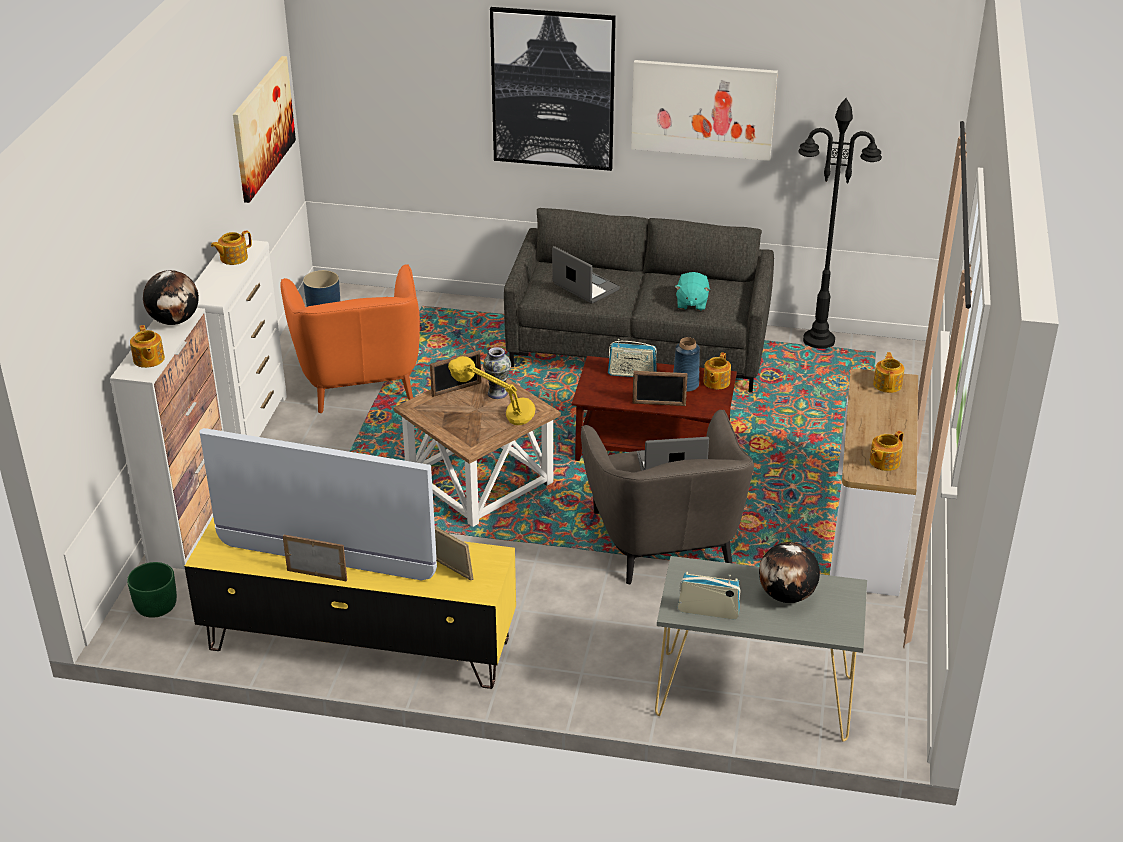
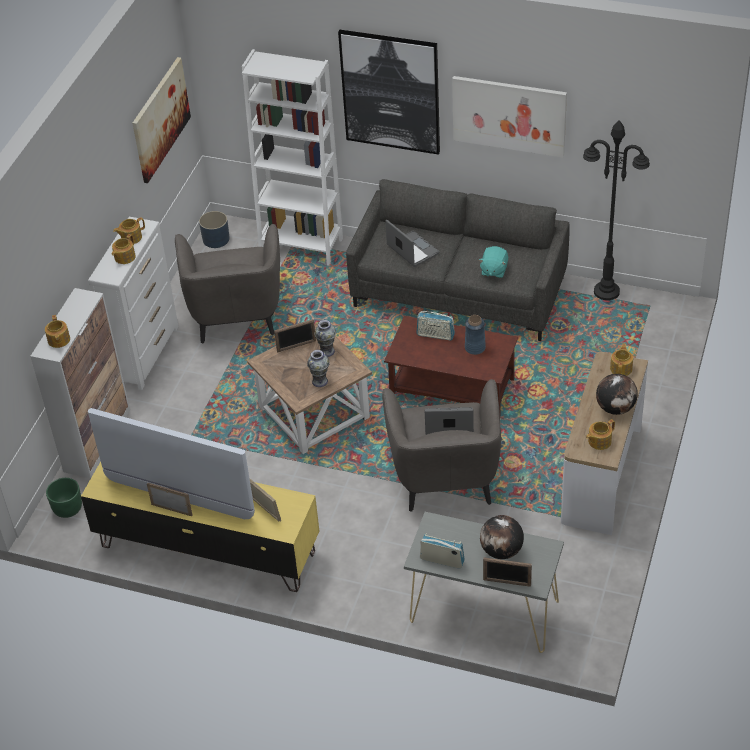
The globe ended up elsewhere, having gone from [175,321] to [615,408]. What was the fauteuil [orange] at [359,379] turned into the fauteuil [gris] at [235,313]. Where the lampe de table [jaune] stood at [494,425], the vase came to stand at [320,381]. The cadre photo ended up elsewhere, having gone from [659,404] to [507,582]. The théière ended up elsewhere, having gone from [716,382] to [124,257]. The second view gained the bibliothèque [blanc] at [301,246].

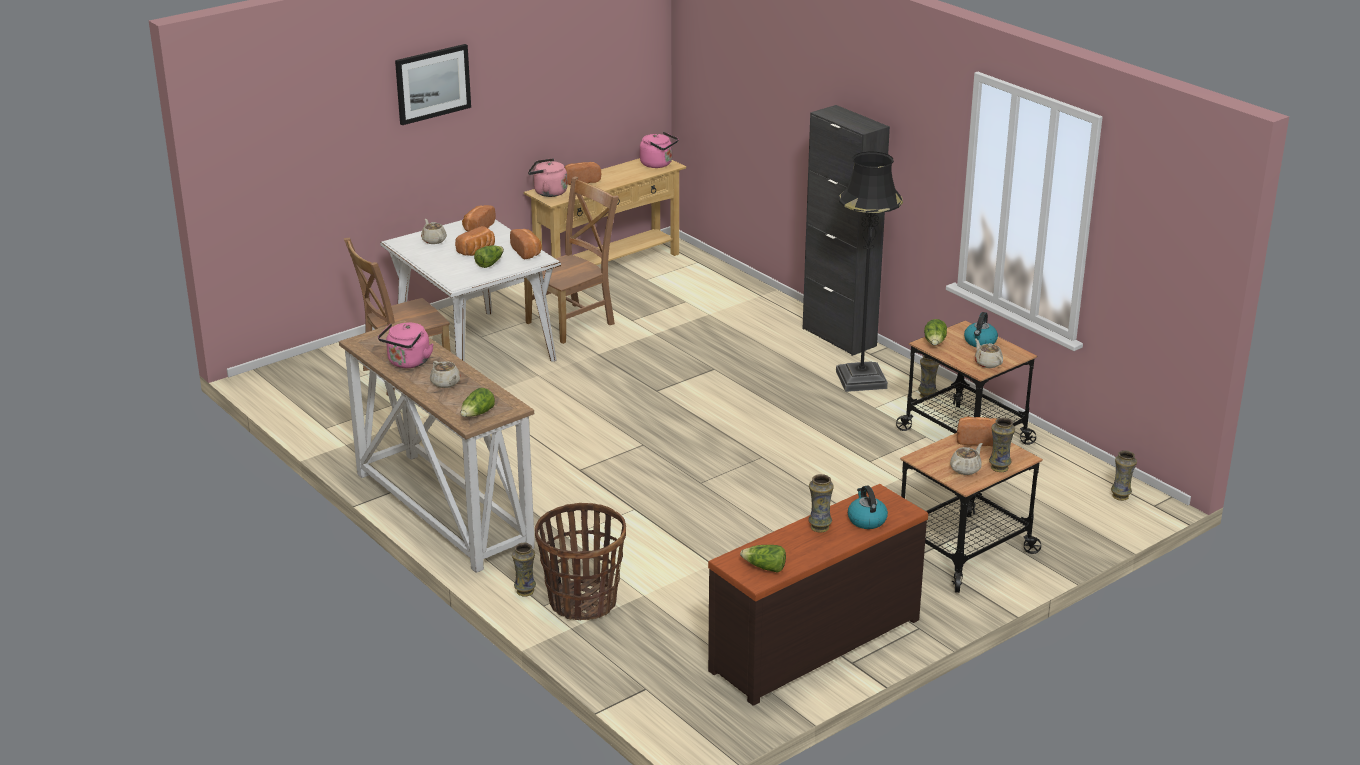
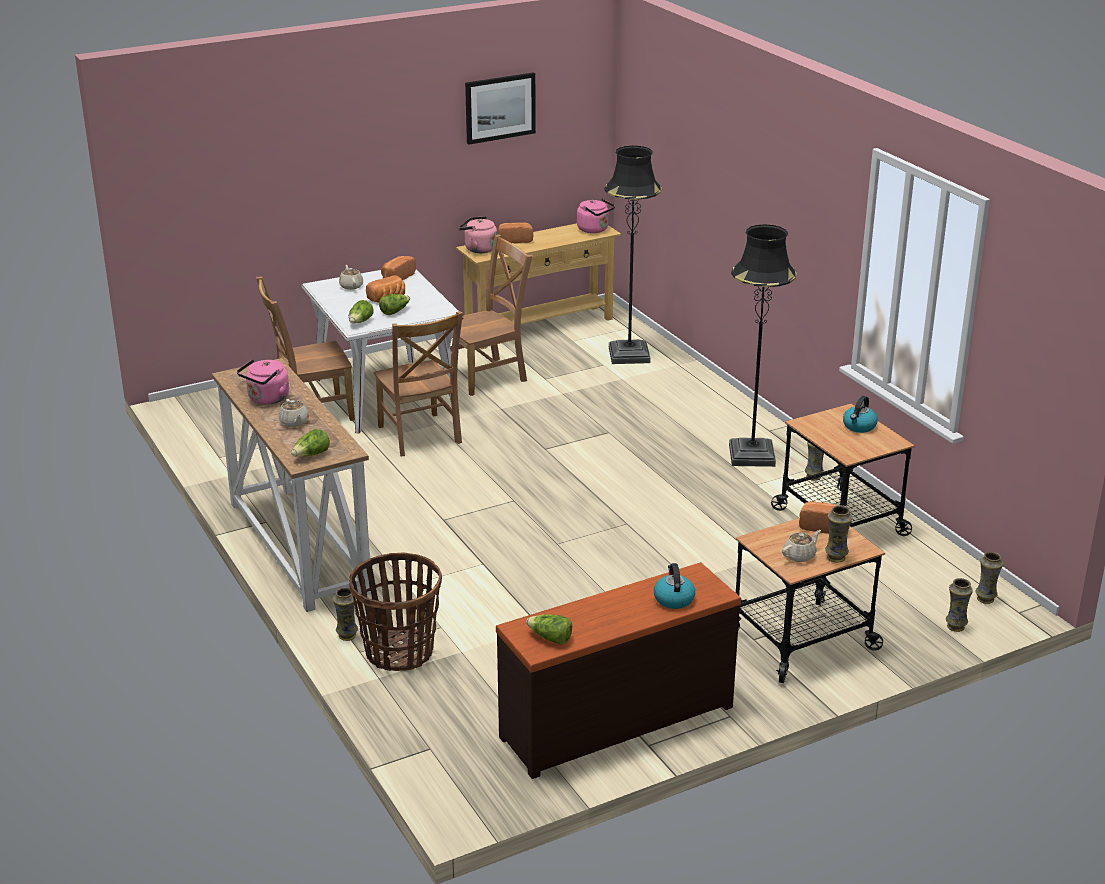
The tableau ended up elsewhere, having gone from [432,83] to [500,107]. The second view lost the pain at [527,252]. The second view lost the meuble de rangement [noir] at [839,337]. The vase ended up elsewhere, having gone from [819,527] to [955,626]. The laitue ended up elsewhere, having gone from [935,343] to [360,322]. The second view lost the théière [beige] at [987,363]. The second view gained the chaise [marron] at [420,436]. The second view gained the lampadaire [noir] at [629,355].

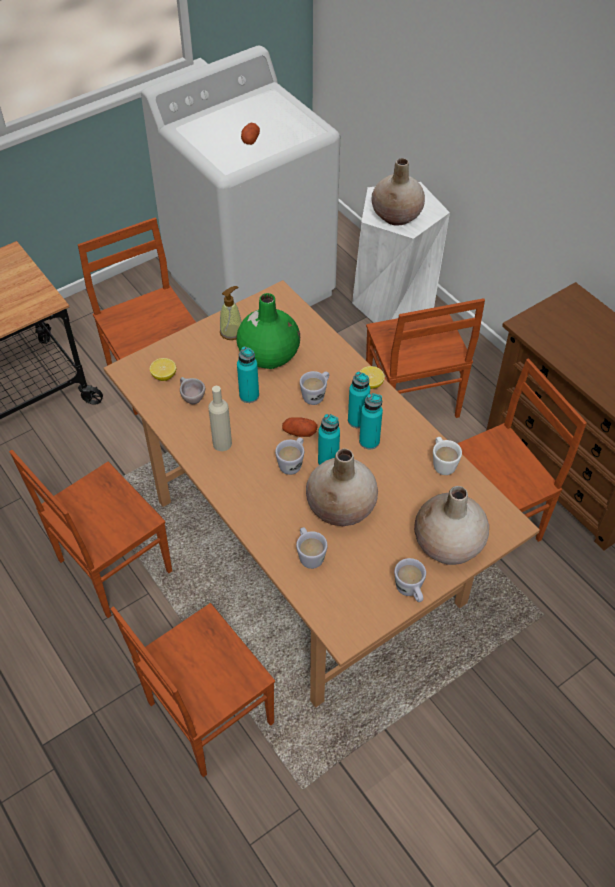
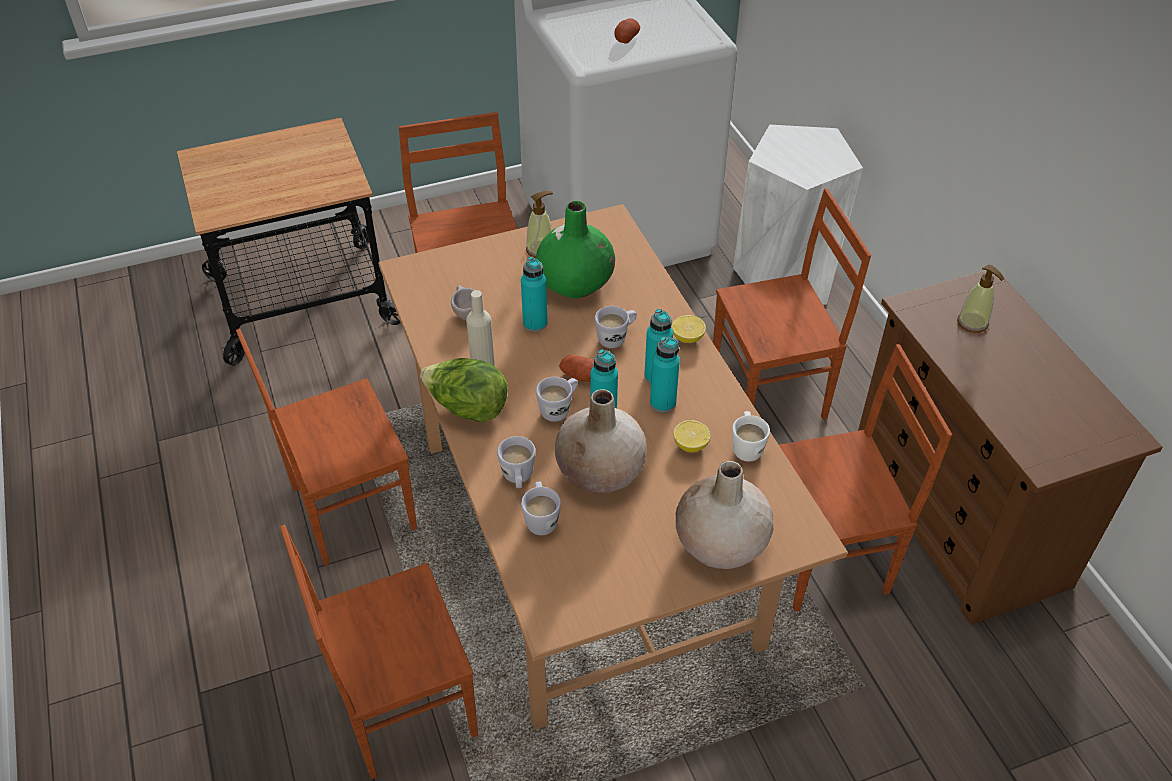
The citron ended up elsewhere, having gone from [164,376] to [690,445]. The chaise [marron] at [410,401] ended up facing another way, 105 degrees counterclockwise from before. The second view lost the vase [beige] at [397,216]. The mug [blanc] ended up elsewhere, having gone from [410,591] to [518,479]. The second view gained the laitue at [467,408]. The second view gained the distributeur de savon at [972,323].

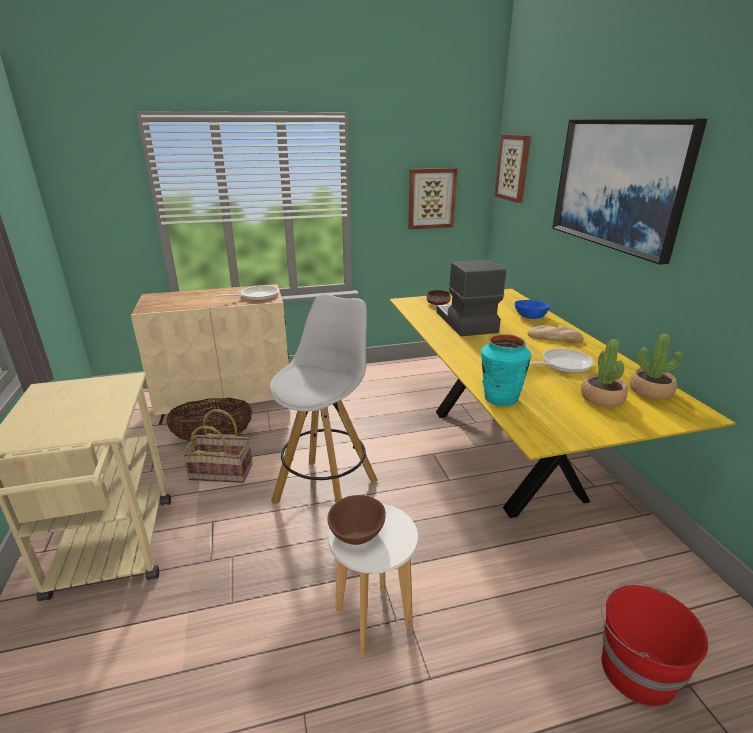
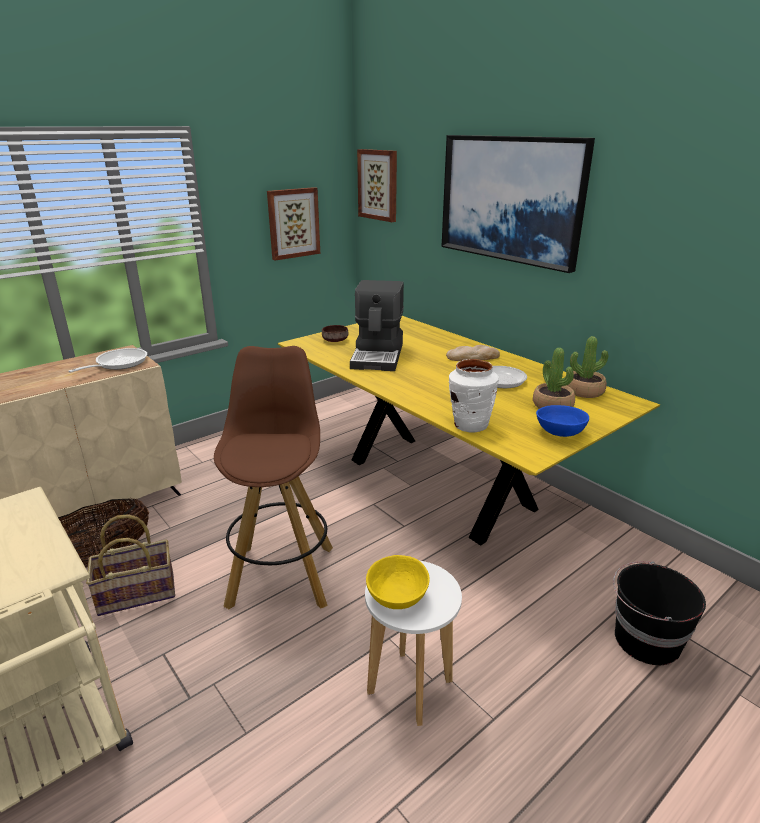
What was the tabouret [blanc] at [327,490] turned into the tabouret [marron] at [282,574]. What was the bol [marron] at [357,532] turned into the bol [jaune] at [397,596]. The machine à café at [465,322] ended up facing another way, 135 degrees counterclockwise from before. What was the vase [turquoise] at [500,398] turned into the vase [blanc] at [470,425]. The bol [bleu] ended up elsewhere, having gone from [530,317] to [561,433]. What was the seau [rouge] at [635,670] turned into the seau [noir] at [644,640].

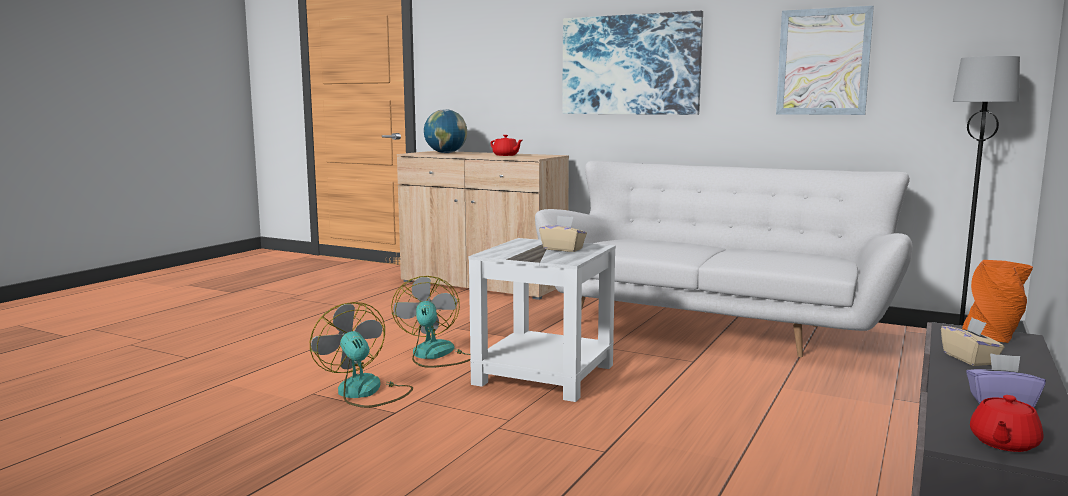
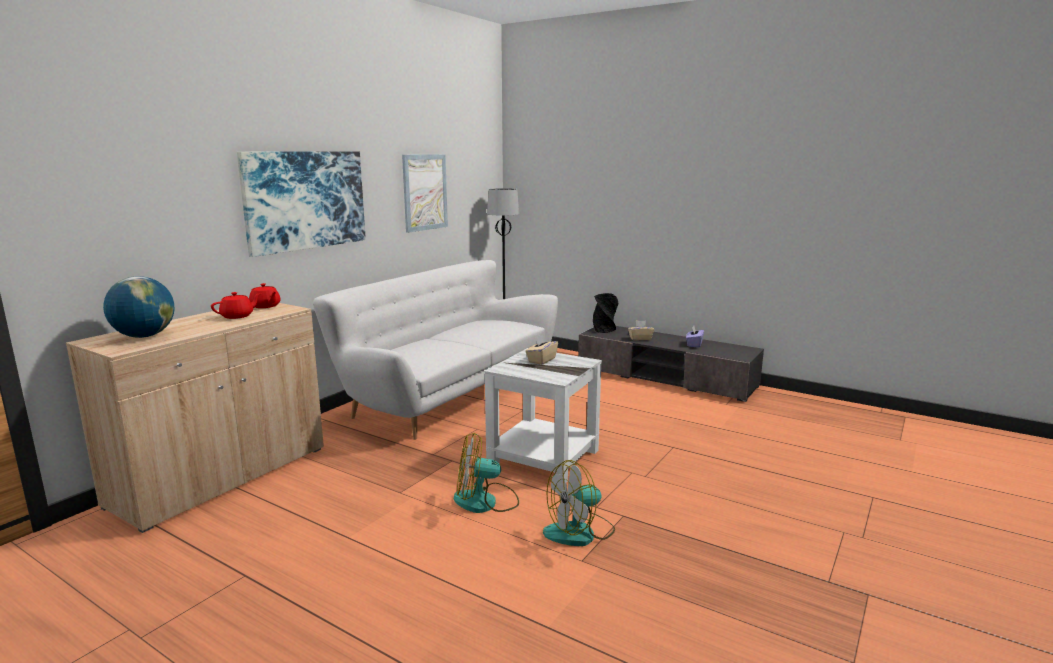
What was the vase [orange] at [993,336] turned into the vase [noir] at [604,329]. The théière [rouge] ended up elsewhere, having gone from [1003,443] to [265,306].

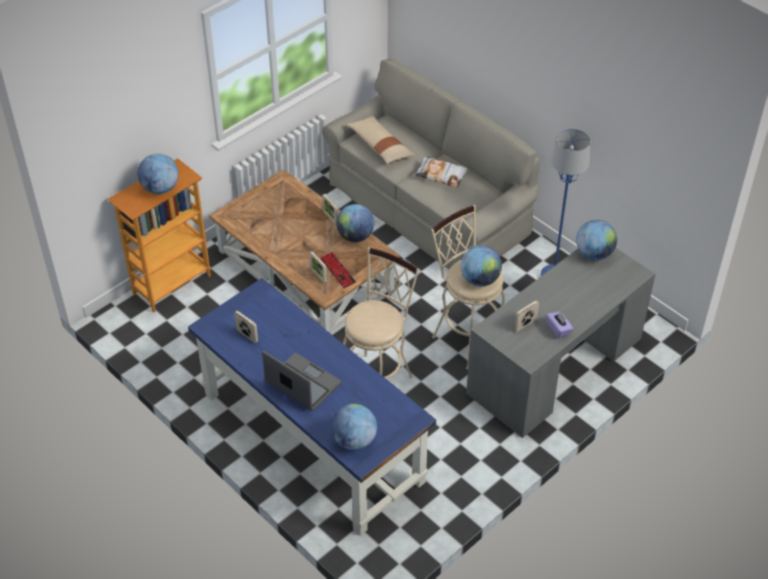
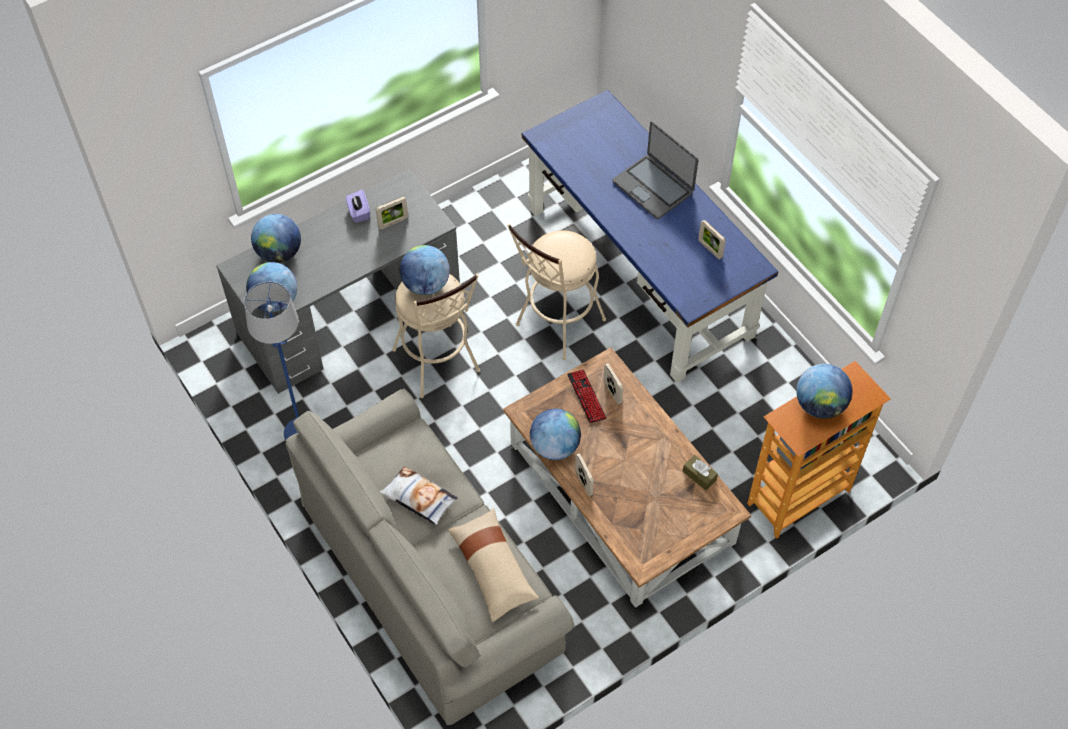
The globe ended up elsewhere, having gone from [354,440] to [279,253]. The second view gained the boîte à mouchoirs [marron] at [699,475].

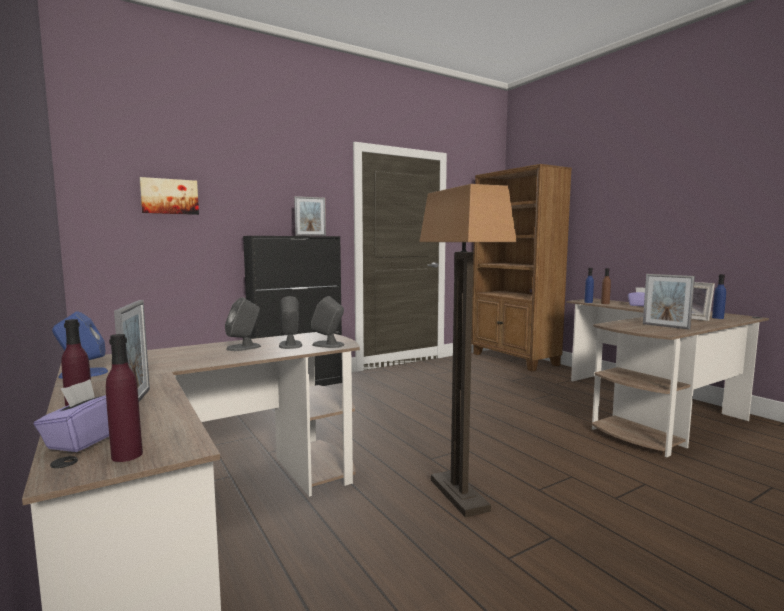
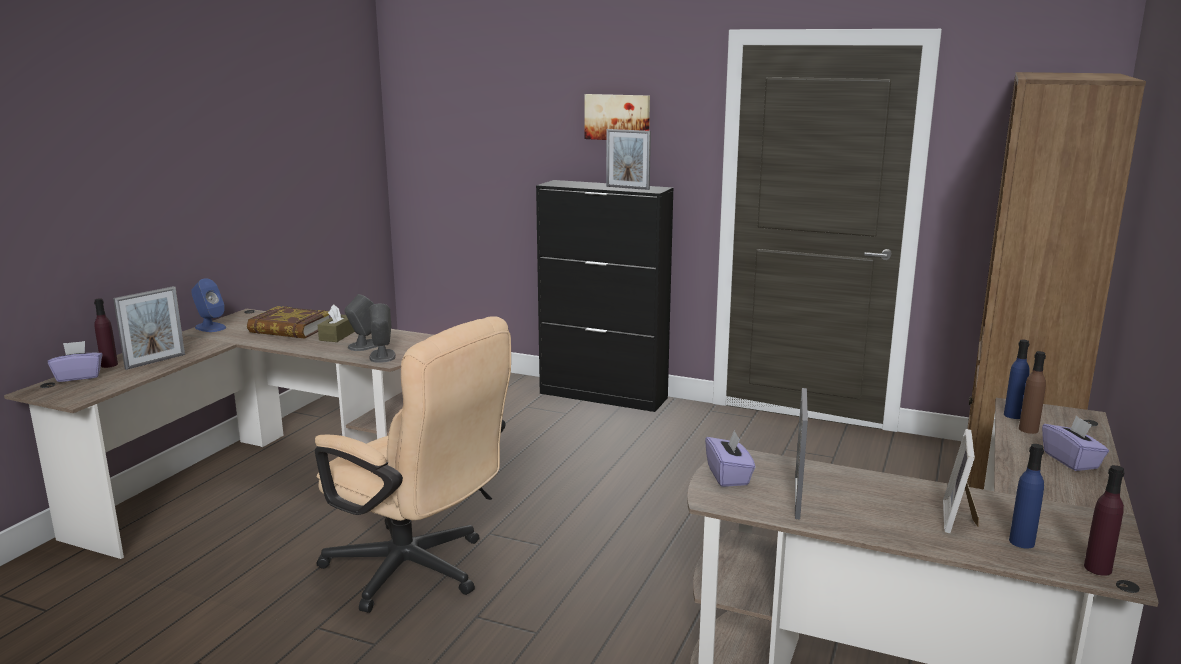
The bouteille [violet] ended up elsewhere, having gone from [127,455] to [1097,568]. The tableau ended up elsewhere, having gone from [169,196] to [617,117]. Where the enceinte [gris] stood at [244,347], the boîte à mouchoirs [marron] came to stand at [337,335]. Where the lampadaire stood at [459,495], the chaise de bureau [beige] came to stand at [418,572]. The second view gained the livre at [290,329]. The second view gained the boîte à mouchoirs [violet] at [729,476].

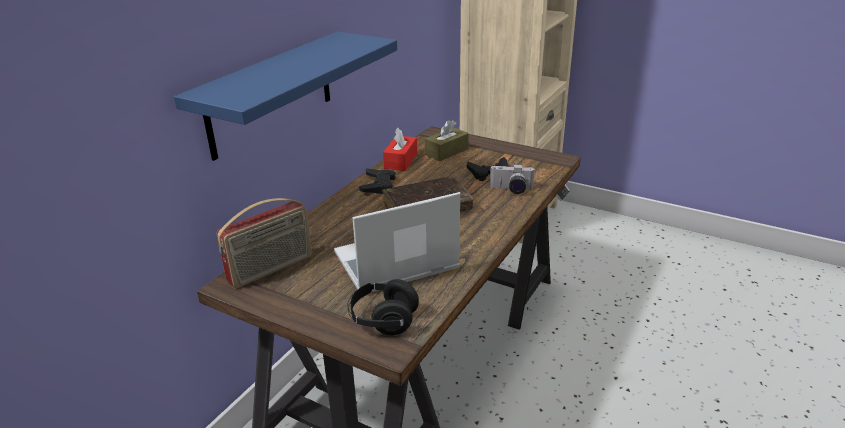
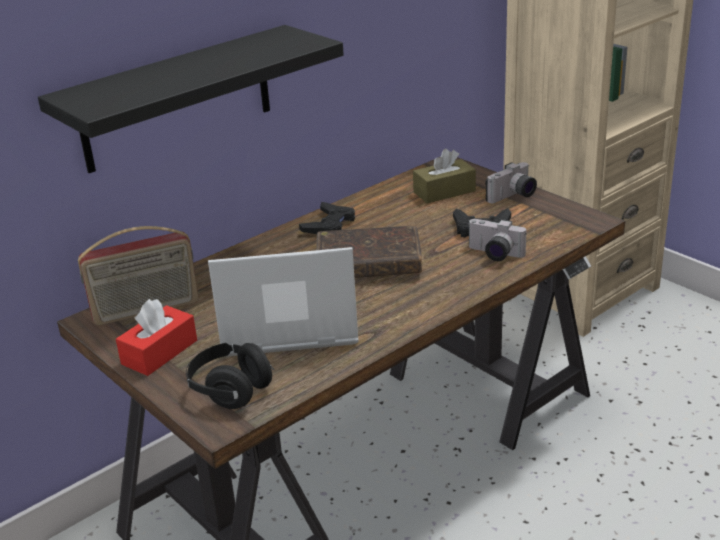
What was the étagère [bleu] at [271,94] turned into the étagère [noir] at [177,99]. The boîte à mouchoirs [rouge] ended up elsewhere, having gone from [400,161] to [159,352]. The second view gained the appareil photo at [513,196].

